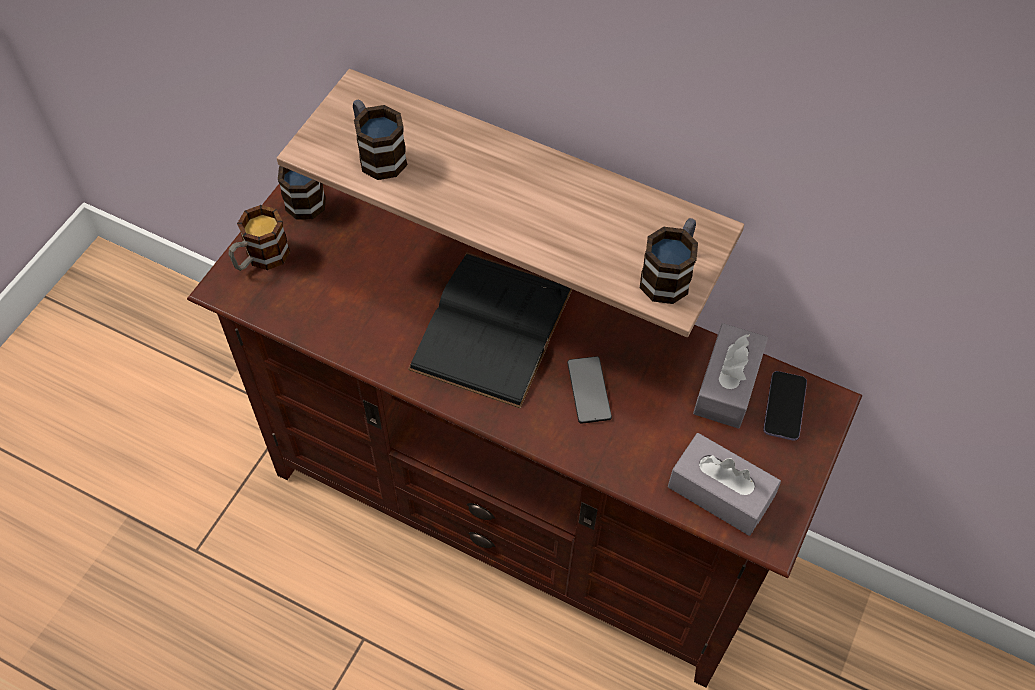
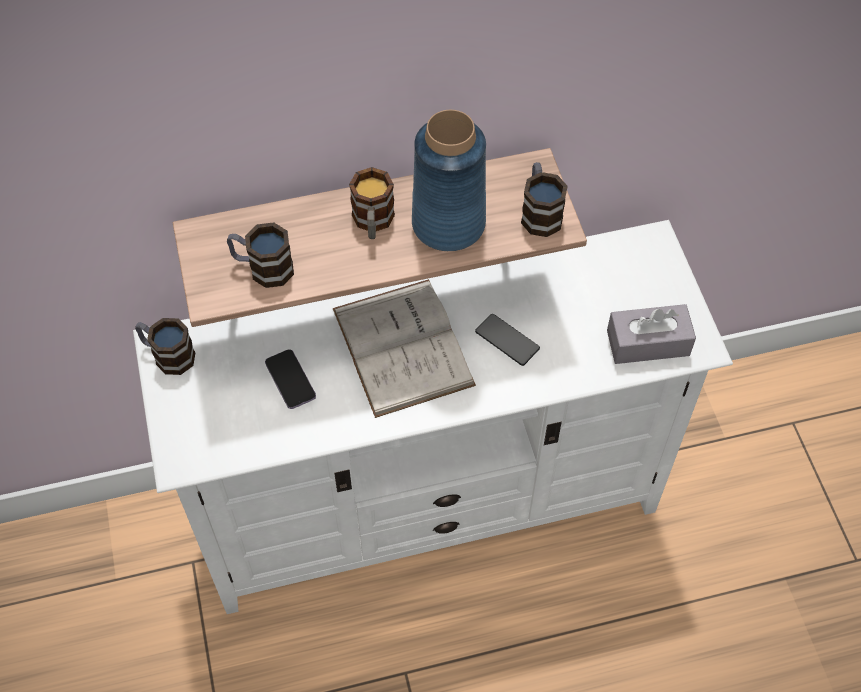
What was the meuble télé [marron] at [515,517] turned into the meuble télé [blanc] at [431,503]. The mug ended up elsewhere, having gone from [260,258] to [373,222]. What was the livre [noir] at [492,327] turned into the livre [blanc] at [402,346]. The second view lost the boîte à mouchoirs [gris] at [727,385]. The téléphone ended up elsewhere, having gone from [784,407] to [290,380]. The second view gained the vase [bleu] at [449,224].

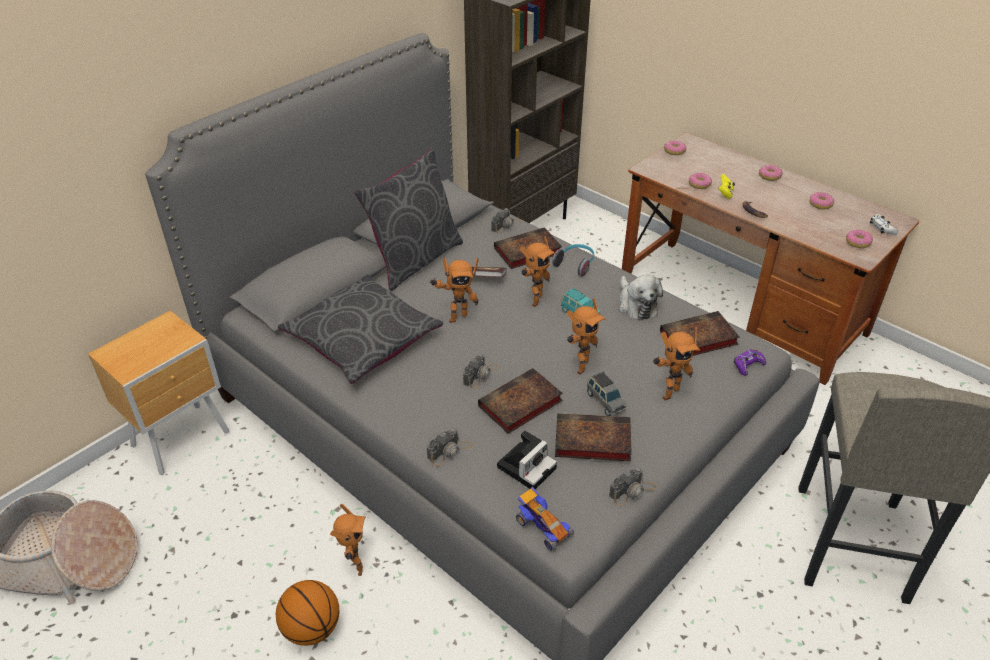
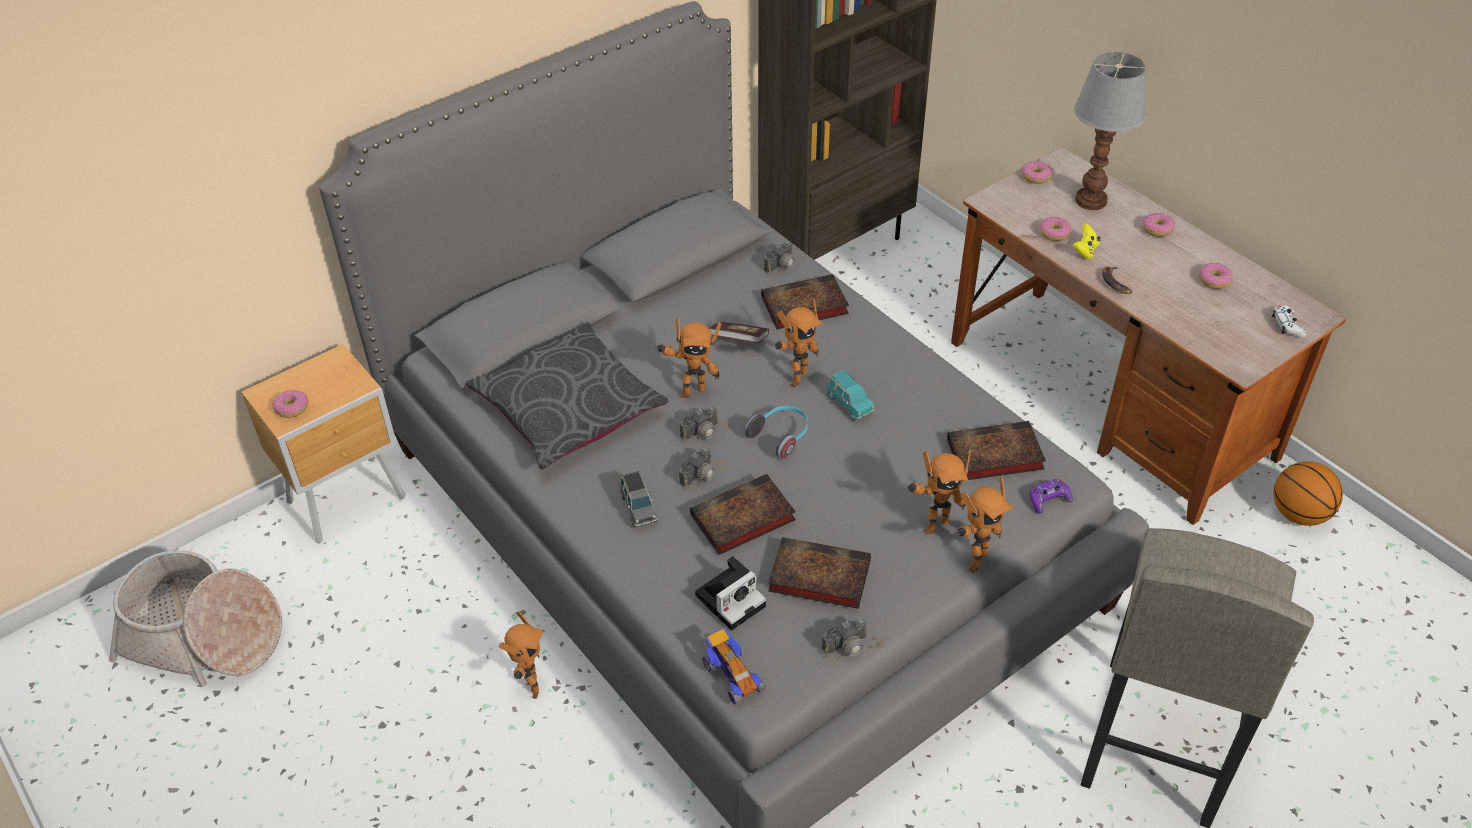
The ballon de basket ended up elsewhere, having gone from [312,629] to [1299,514]. The second view lost the coussin [gris] at [415,259]. The appareil photo ended up elsewhere, having gone from [450,451] to [706,431]. The casque audio ended up elsewhere, having gone from [575,264] to [781,436]. The robot jouet ended up elsewhere, having gone from [579,366] to [973,560]. The petite voiture [gris] ended up elsewhere, having gone from [605,401] to [638,508]. The second view lost the peluche at [636,305]. The beignet ended up elsewhere, having gone from [858,242] to [292,408]. The second view gained the lampe de table at [1092,200].

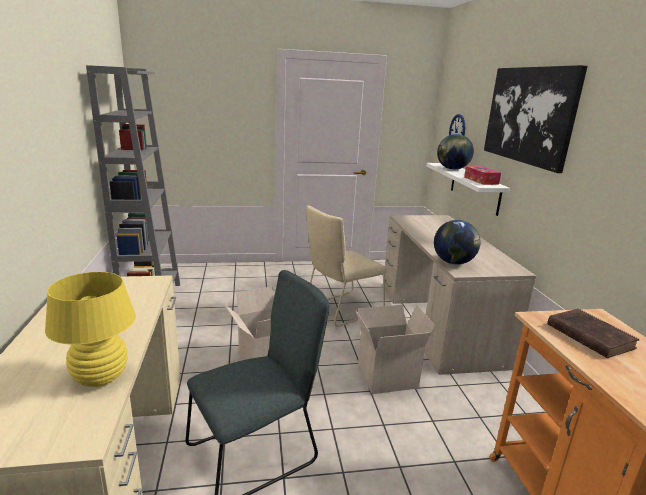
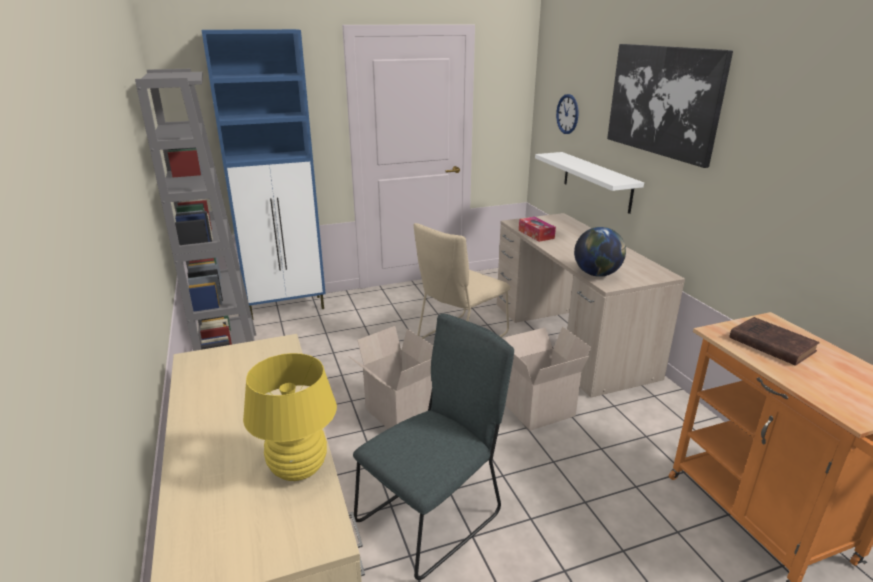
The second view lost the globe at [452,169]. The boîte à mouchoirs ended up elsewhere, having gone from [481,180] to [536,234]. The second view gained the meuble de rangement [bleu] at [287,308].

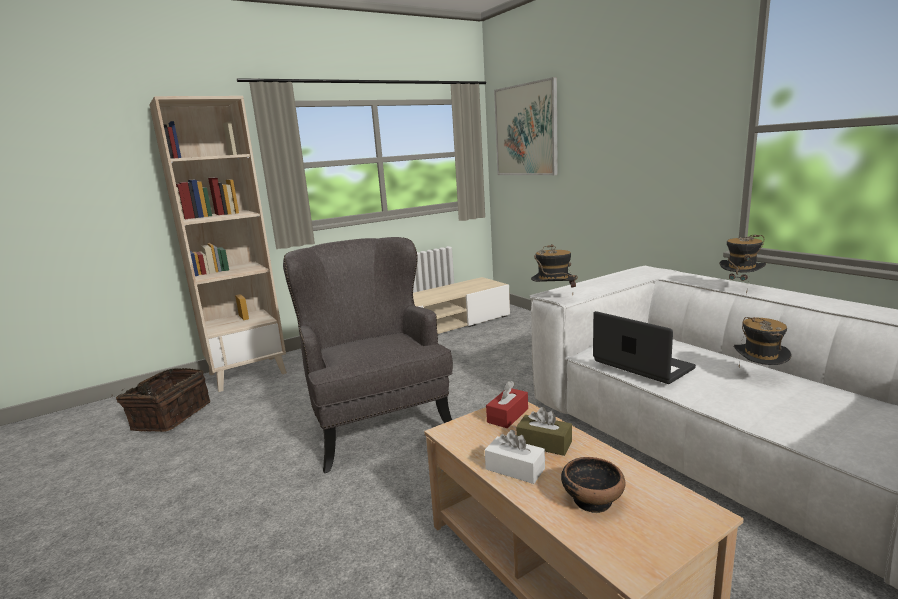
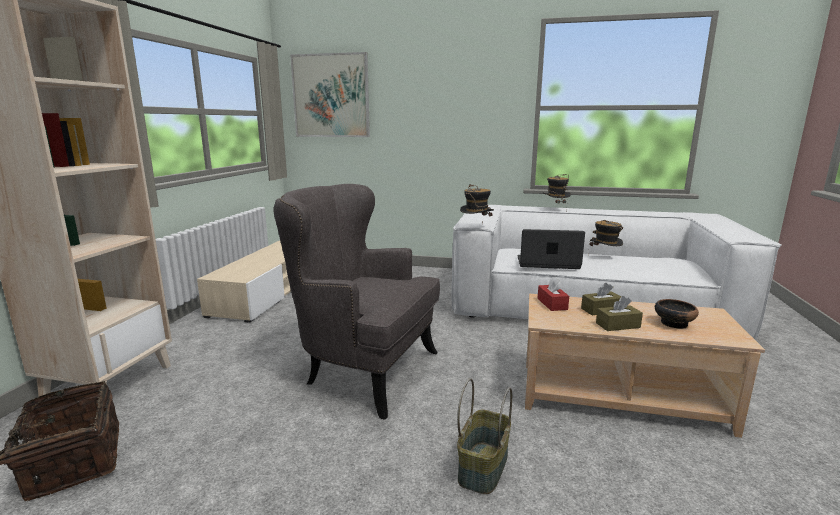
What was the boîte à mouchoirs [blanc] at [515,469] turned into the boîte à mouchoirs [marron] at [618,325]. The second view gained the panier at [482,466].

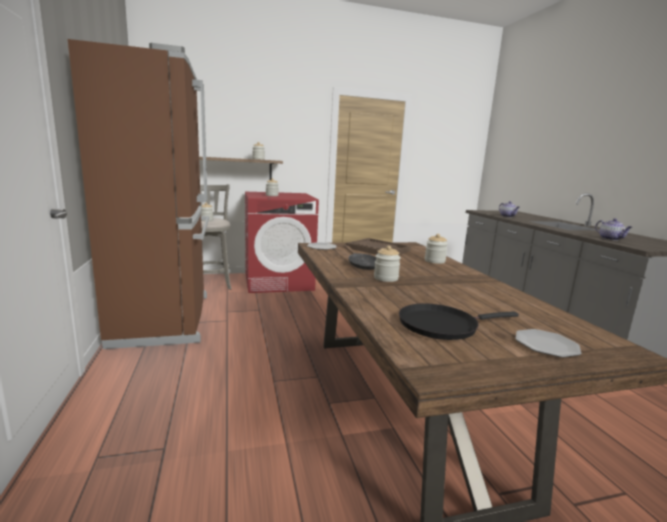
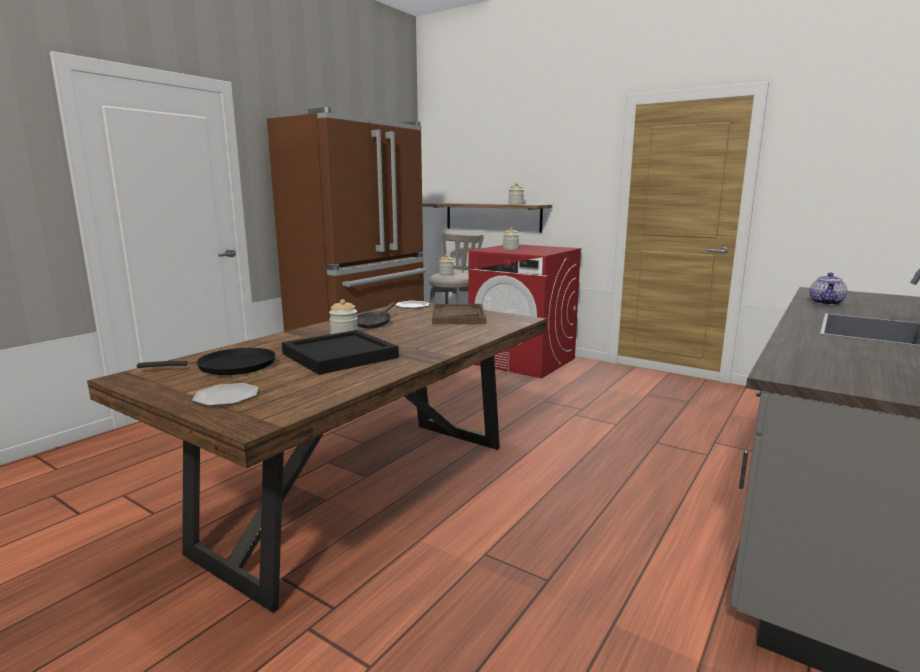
The poêle [noir] at [442,325] ended up facing another way, 135 degrees clockwise from before. The second view lost the bocal at [434,261]. The second view lost the théière at [611,239]. The second view gained the plateau [noir] at [339,356].

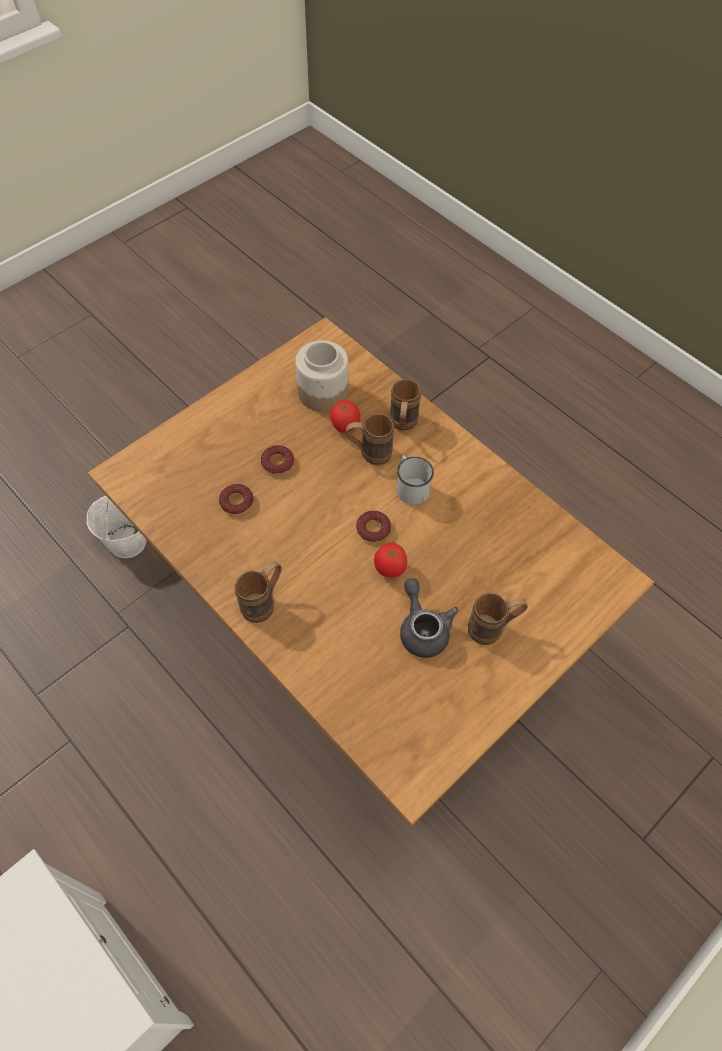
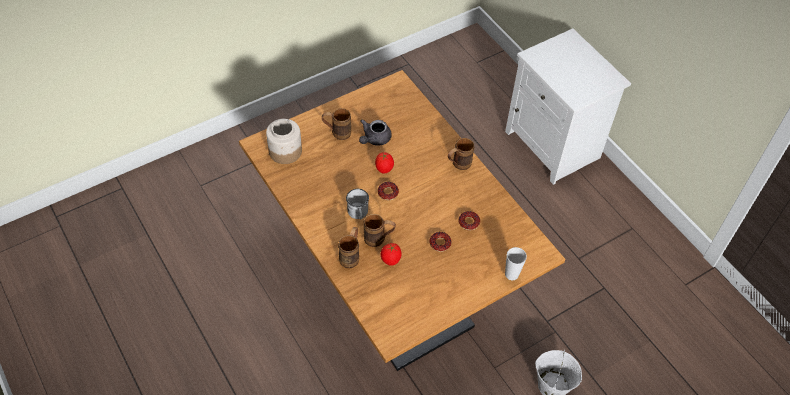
The bocal ended up elsewhere, having gone from [323,392] to [285,151]. The théière [gris] at [423,628] ended up facing another way, 45 degrees clockwise from before. The second view gained the tasse at [511,274].

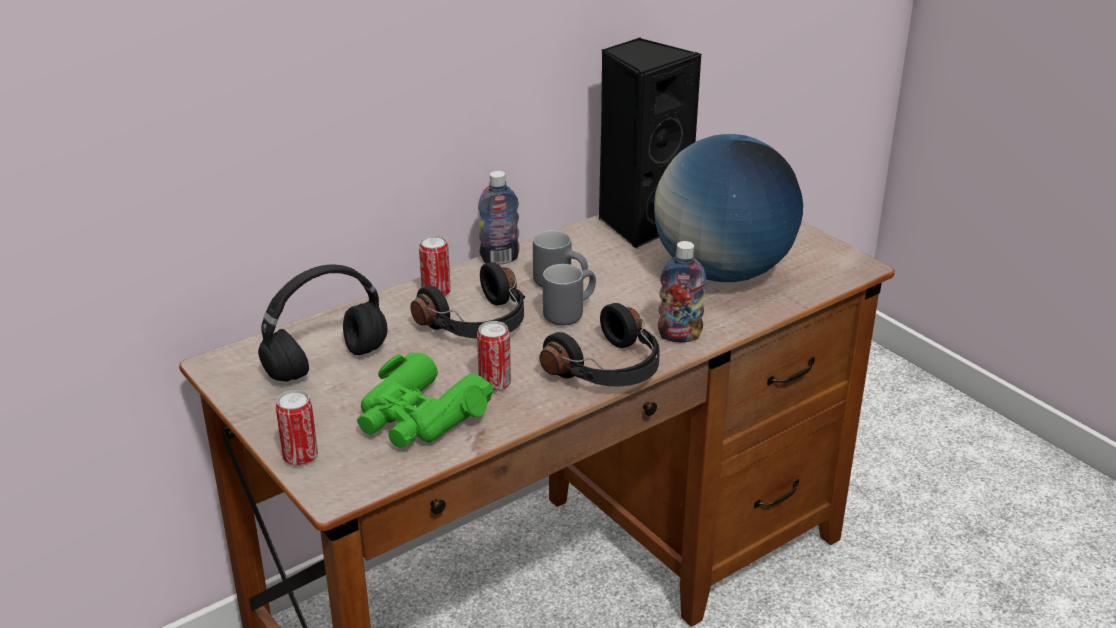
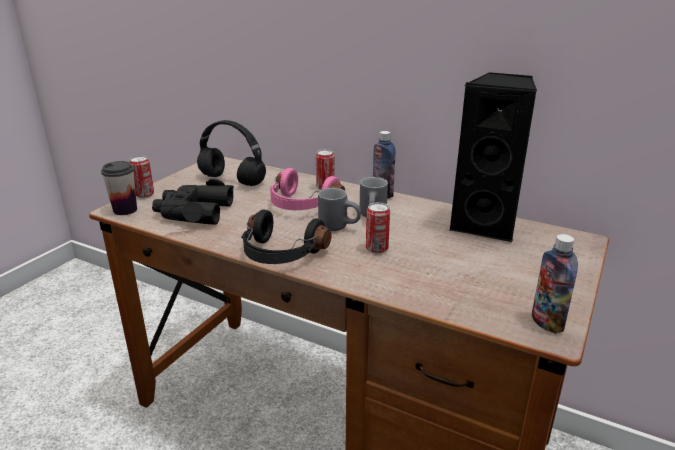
What was the jumelles [vert] at [419,417] turned into the jumelles [noir] at [193,212]. What was the casque audio [noir] at [479,324] turned into the casque audio [rose] at [301,205]. The boîte métallique ended up elsewhere, having gone from [494,384] to [377,249]. The second view lost the globe at [722,272]. The bouteille ended up elsewhere, having gone from [679,336] to [547,323]. The second view gained the tasse at [125,210].

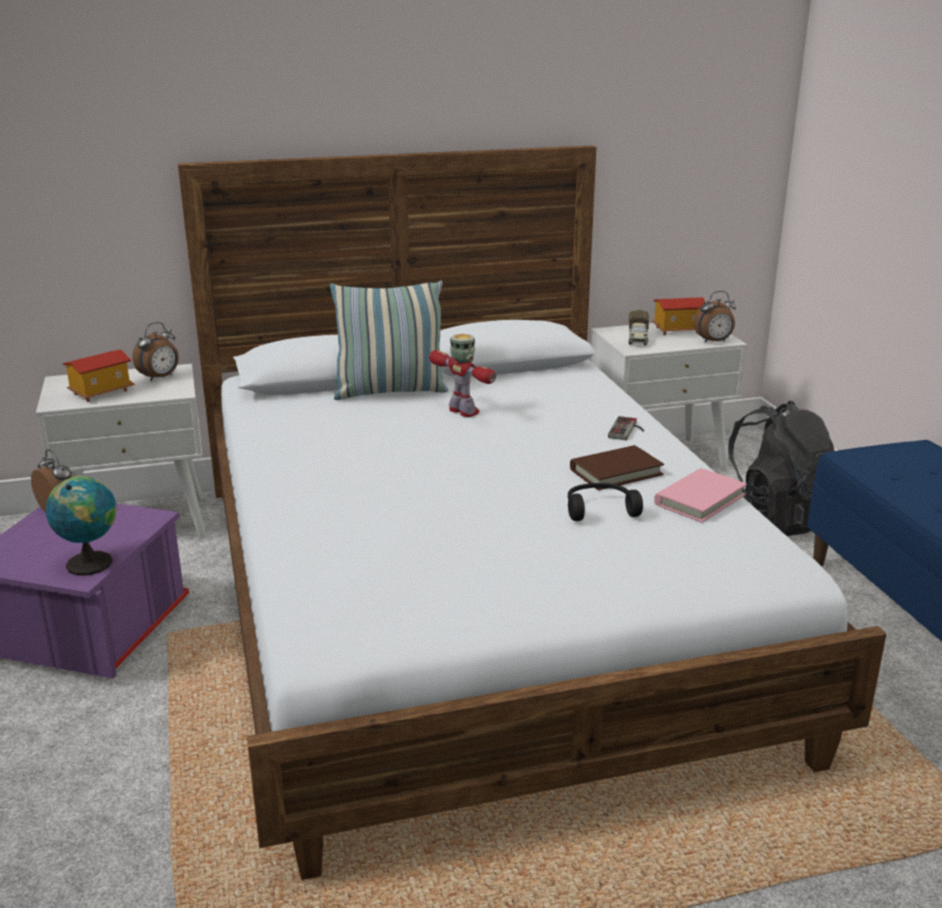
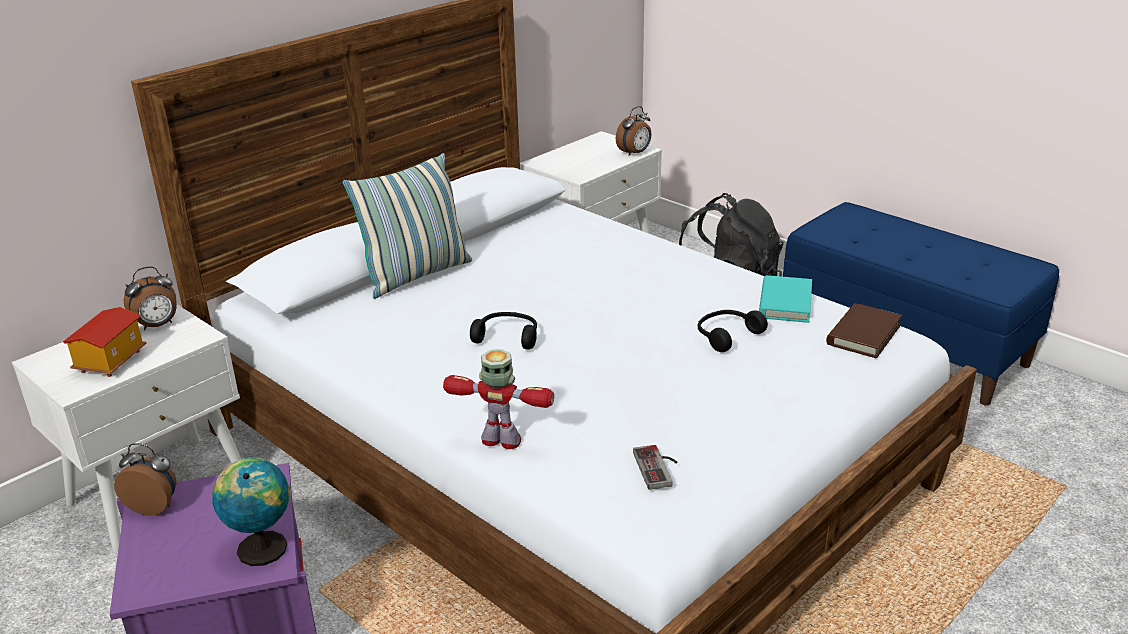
The réveil at [160,377] ended up facing another way, 45 degrees clockwise from before. The robot jouet ended up elsewhere, having gone from [464,411] to [502,441]. The livre [marron] ended up elsewhere, having gone from [616,472] to [863,334]. The manette ended up elsewhere, having gone from [628,431] to [659,468]. The second view lost the camion jouet at [638,339]. The second view lost the maison miniature at [678,330]. What was the livre [rose] at [699,499] turned into the livre [turquoise] at [785,303]. The second view gained the casque audio [noir] at [507,337].

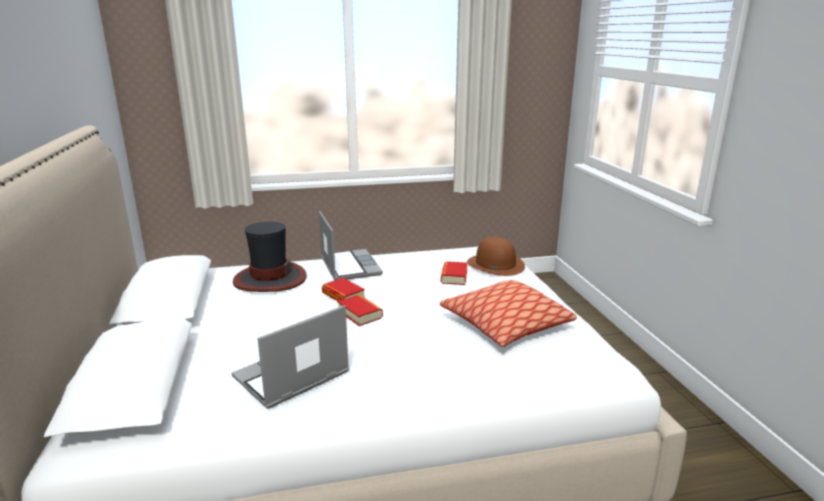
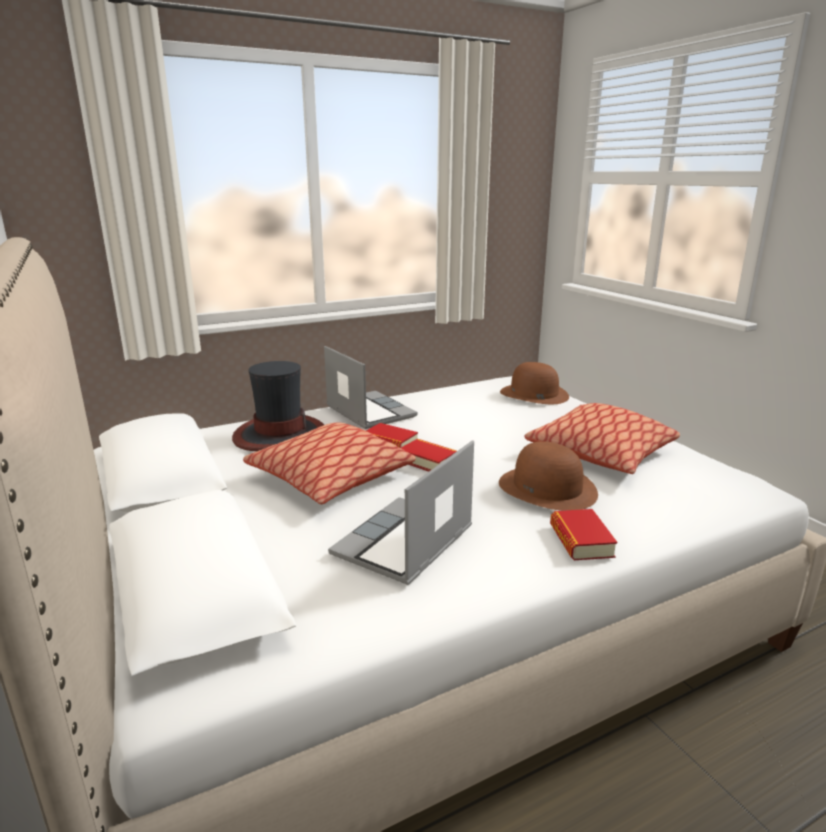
The livre ended up elsewhere, having gone from [454,277] to [581,541]. The second view gained the coussin at [331,478]. The second view gained the chapeau [marron] at [547,488].

